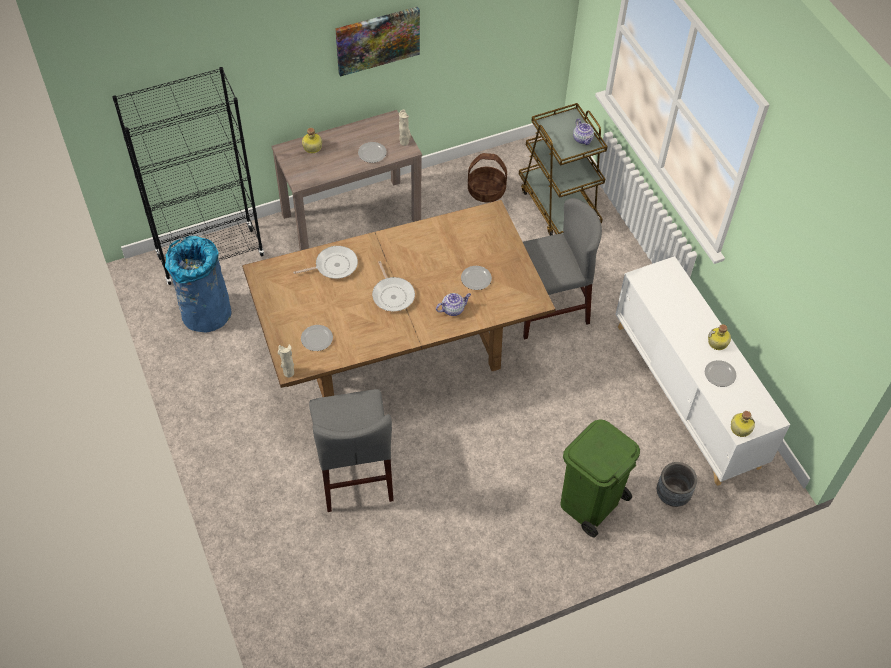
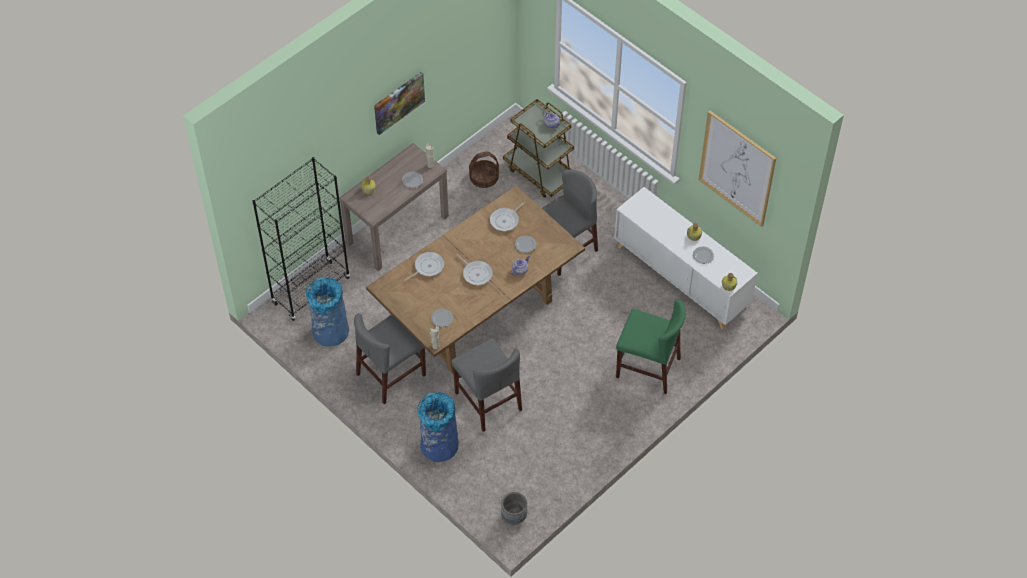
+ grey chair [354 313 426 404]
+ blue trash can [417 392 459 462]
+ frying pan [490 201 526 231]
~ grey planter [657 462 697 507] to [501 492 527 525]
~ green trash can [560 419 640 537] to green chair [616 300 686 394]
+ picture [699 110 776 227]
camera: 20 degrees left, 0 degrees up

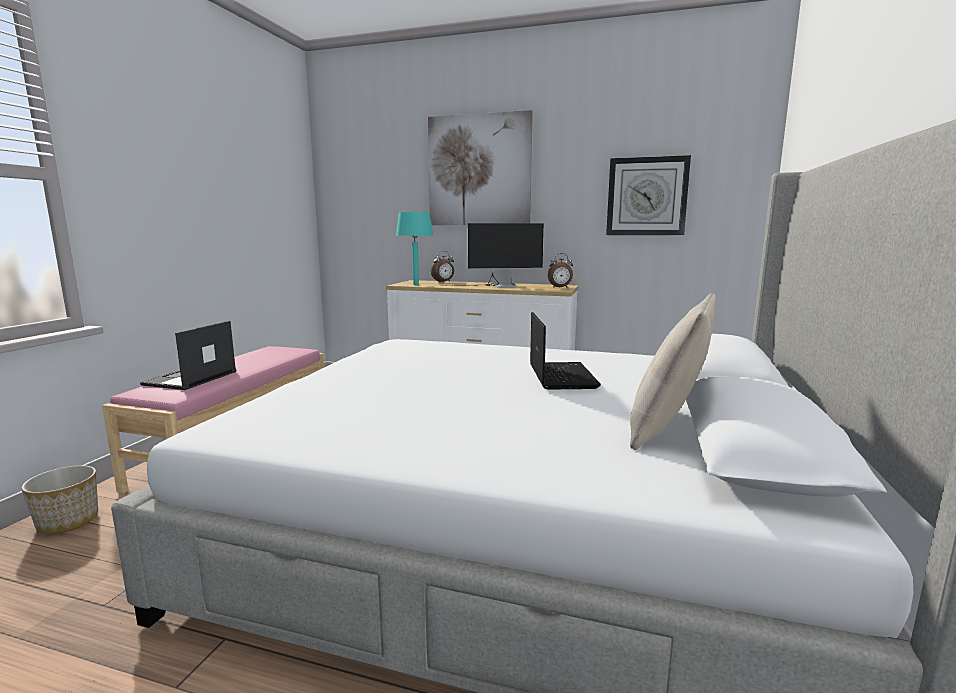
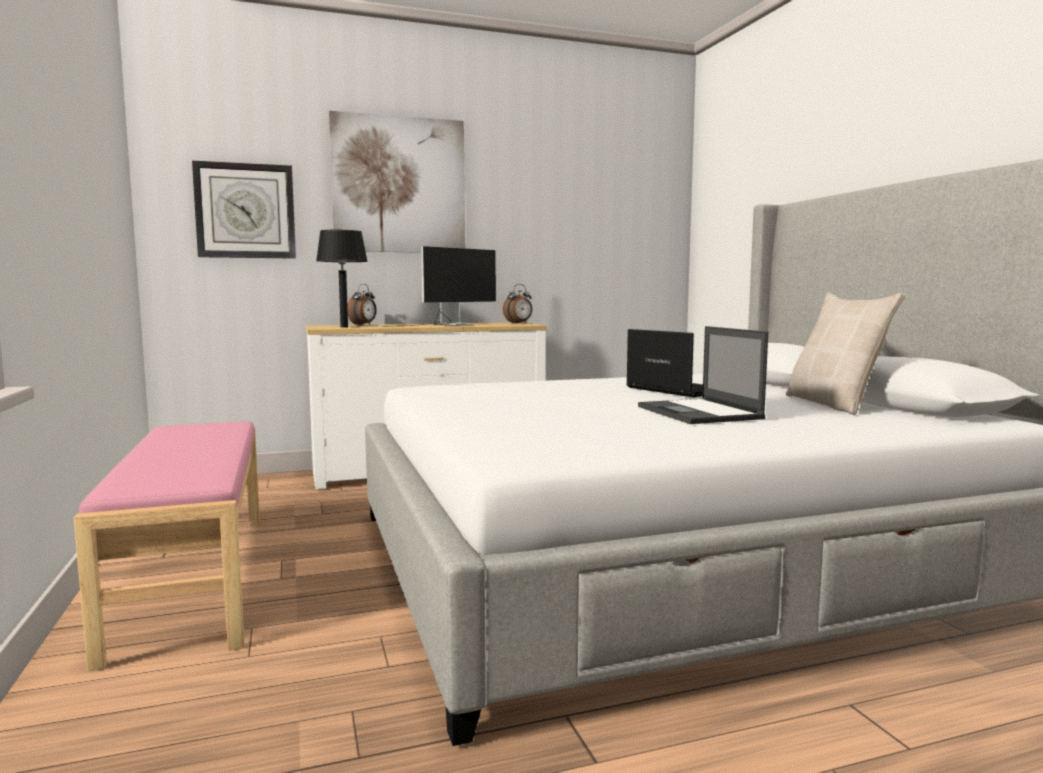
~ wall clock [606 155 691 235] to [192 160 296 259]
~ turquoise table lamp [396 212 433 285] to black table lamp [316 230 368 328]
~ laptop [140 321 236 390] to [638 326 768 424]
- planter [21 465 98 534]
camera: 35 degrees left, 5 degrees down

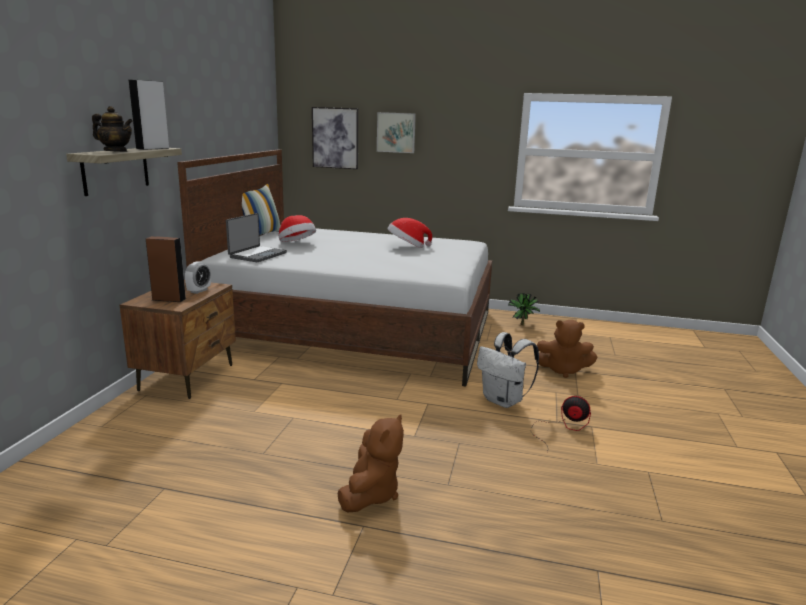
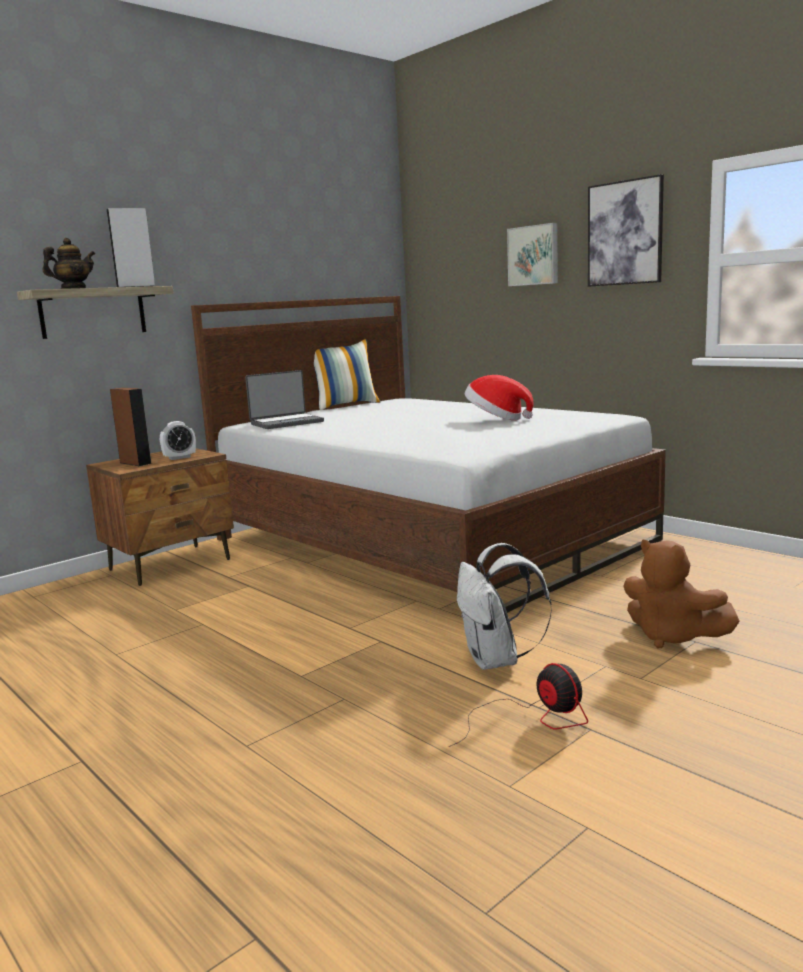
~ teapot [92 106 133 152] = [43 238 95 289] 90 degrees counterclockwise
~ picture [312 107 358 169] to [588 174 664 287]
- hat [279 215 316 242]
- brown plush toy [337 414 404 513]
- potted plant [508 293 540 325]
camera: 35 degrees right, 5 degrees down

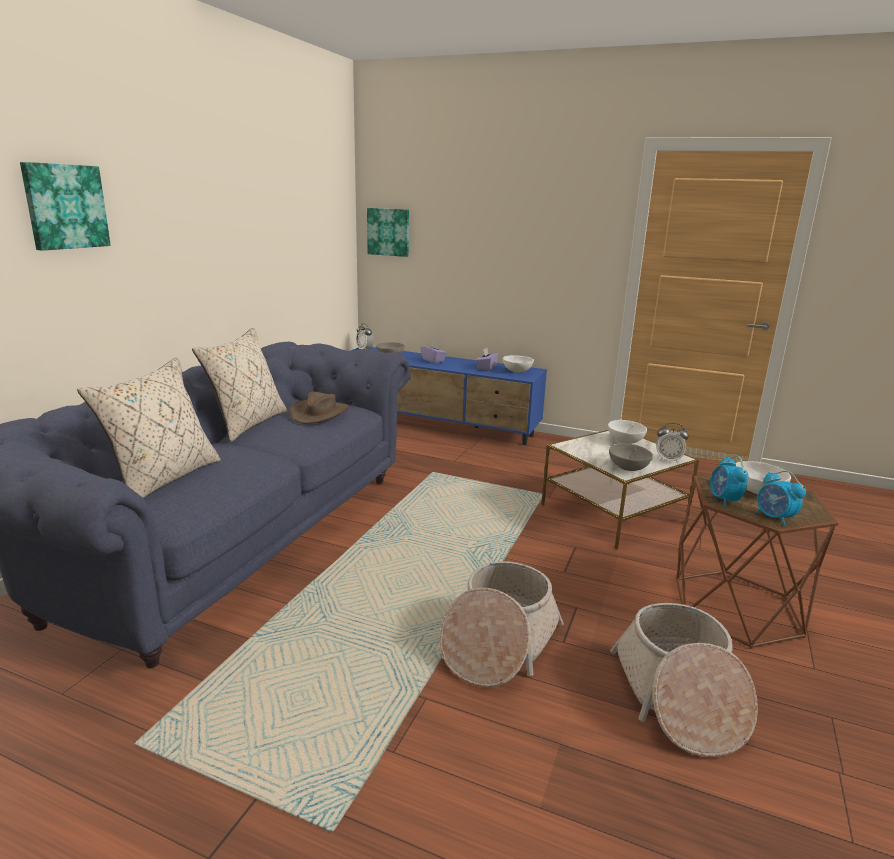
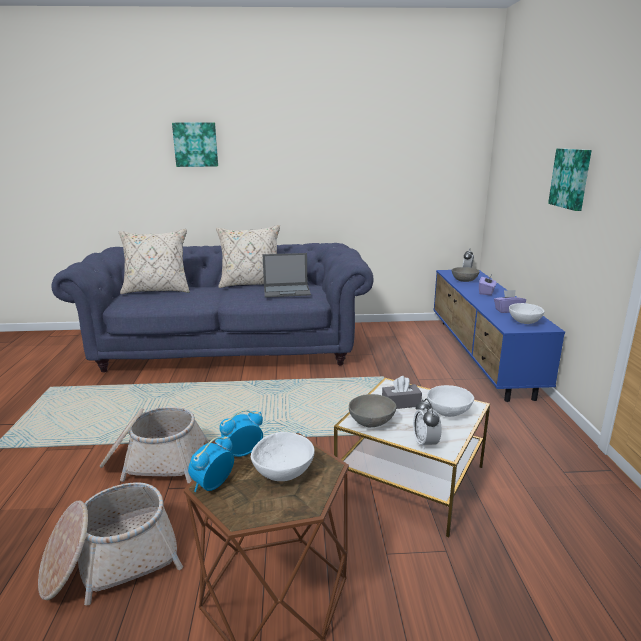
~ brown hat [289 392 350 424] to laptop [262 253 311 297]
+ grey tissue box [382 376 422 409]
~ picture [367 208 409 257] to [548 148 592 211]
camera: 65 degrees right, 0 degrees up

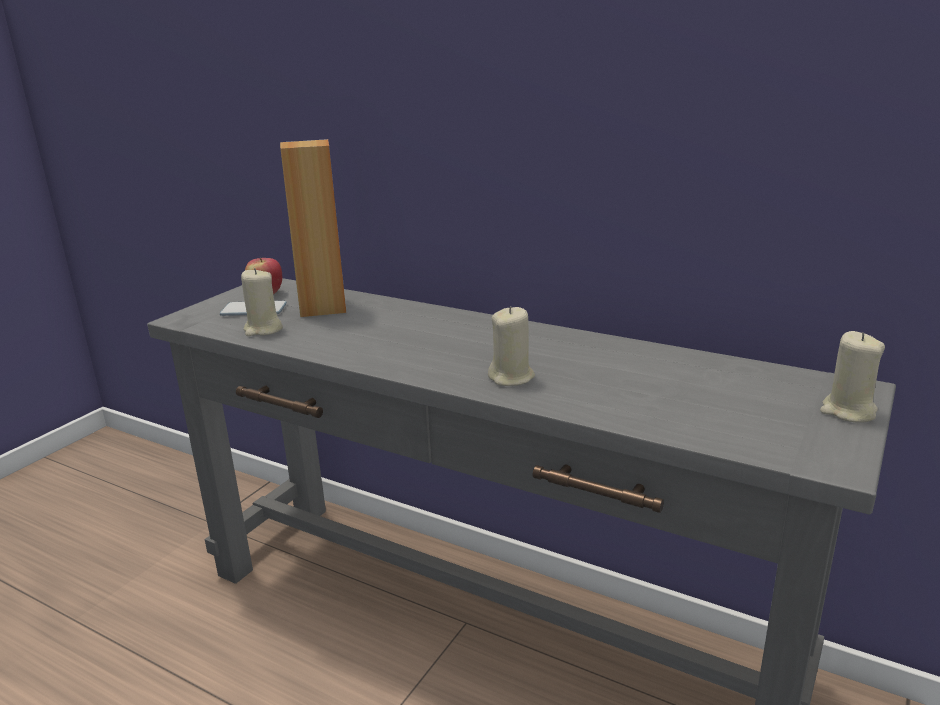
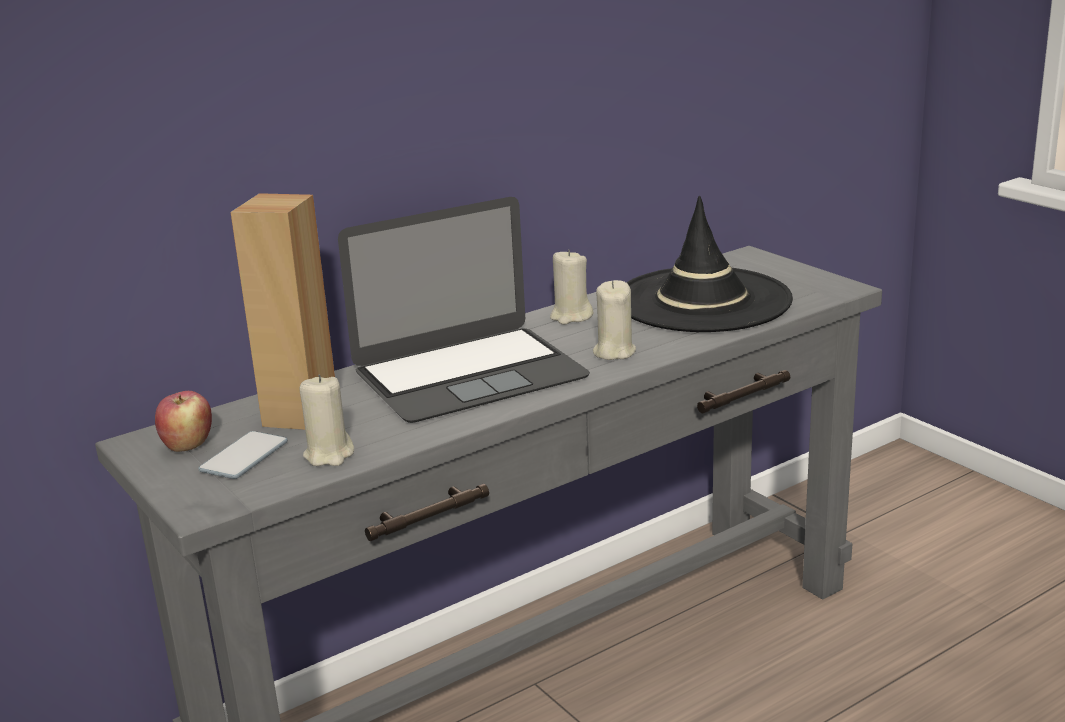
+ laptop [338 197 590 423]
~ beige candle [820 331 885 423] to [550 249 593 325]
+ black hat [626 196 793 332]
camera: 65 degrees left, 0 degrees up

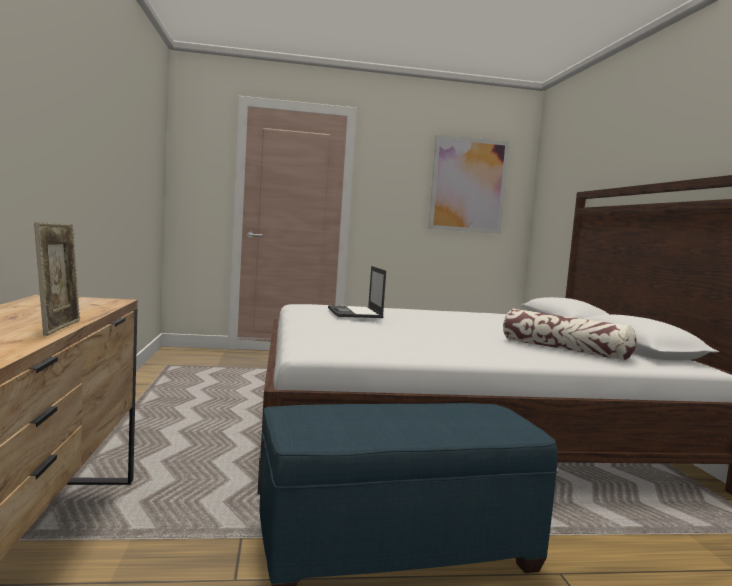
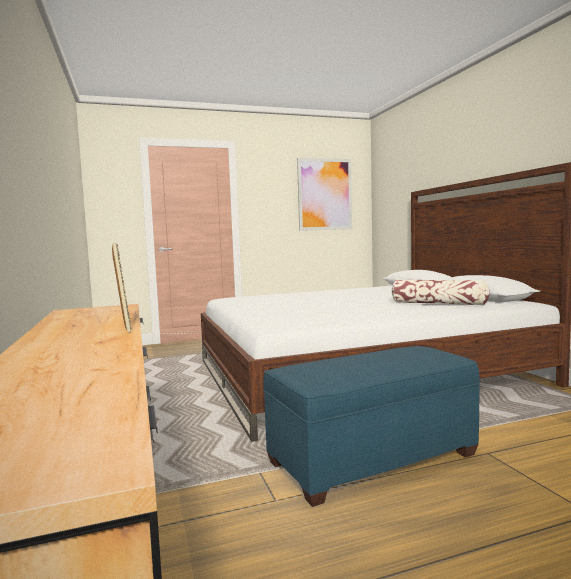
- laptop [328 266 386 318]
camera: 10 degrees left, 0 degrees up

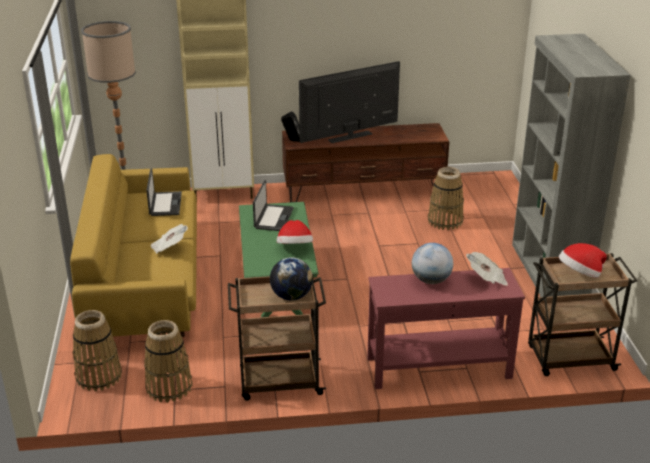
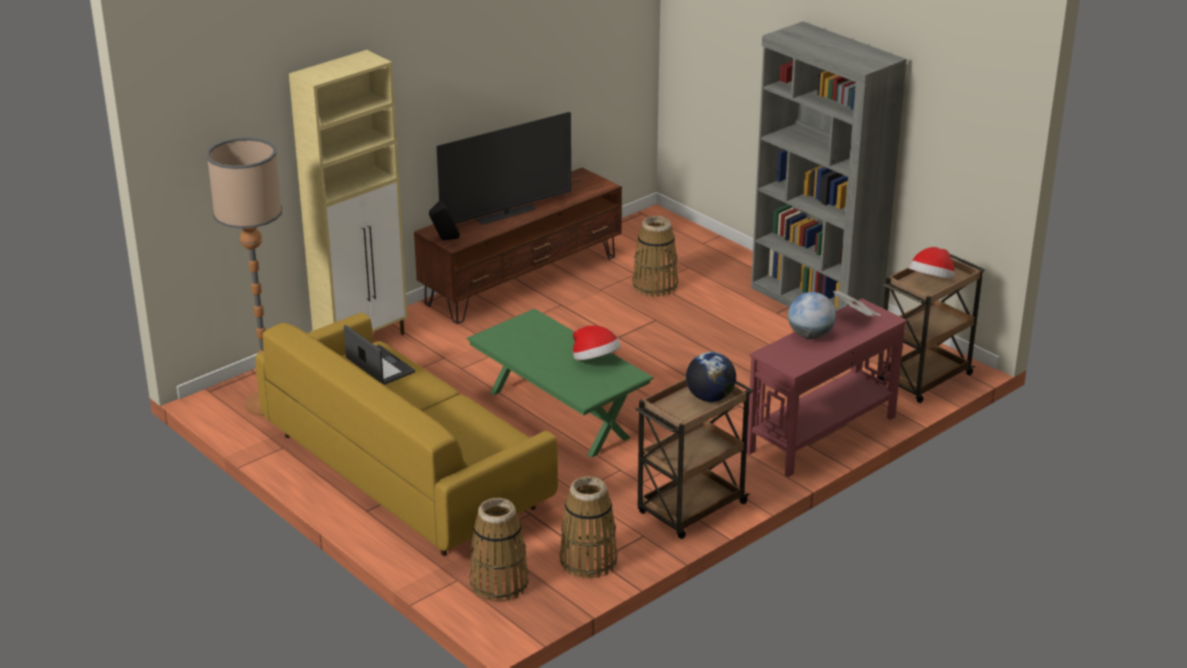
~ television [299 61 400 143] = [437 112 571 224] 150 degrees counterclockwise
- newspaper [150 224 188 254]
- laptop [253 180 294 231]
camera: 35 degrees left, 0 degrees up

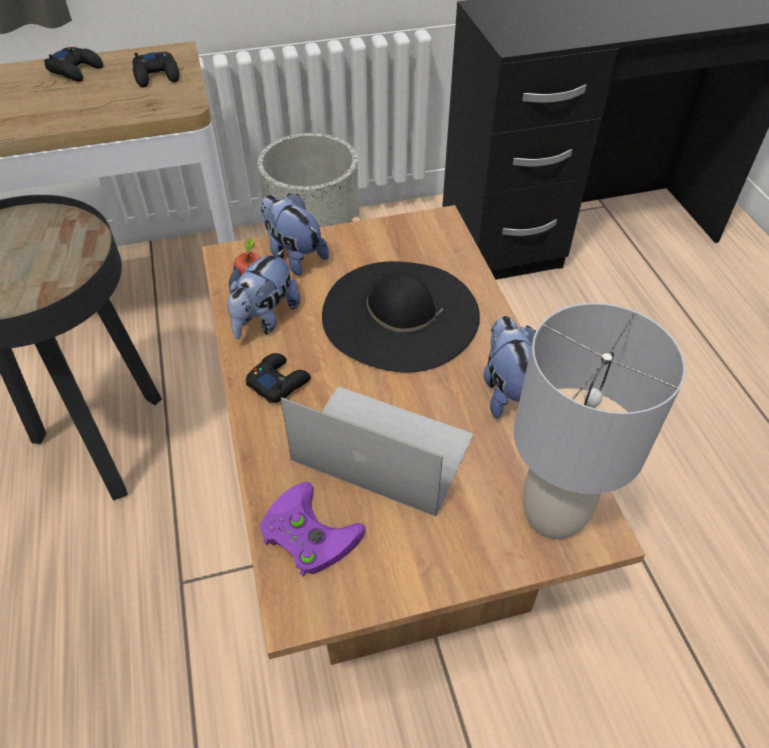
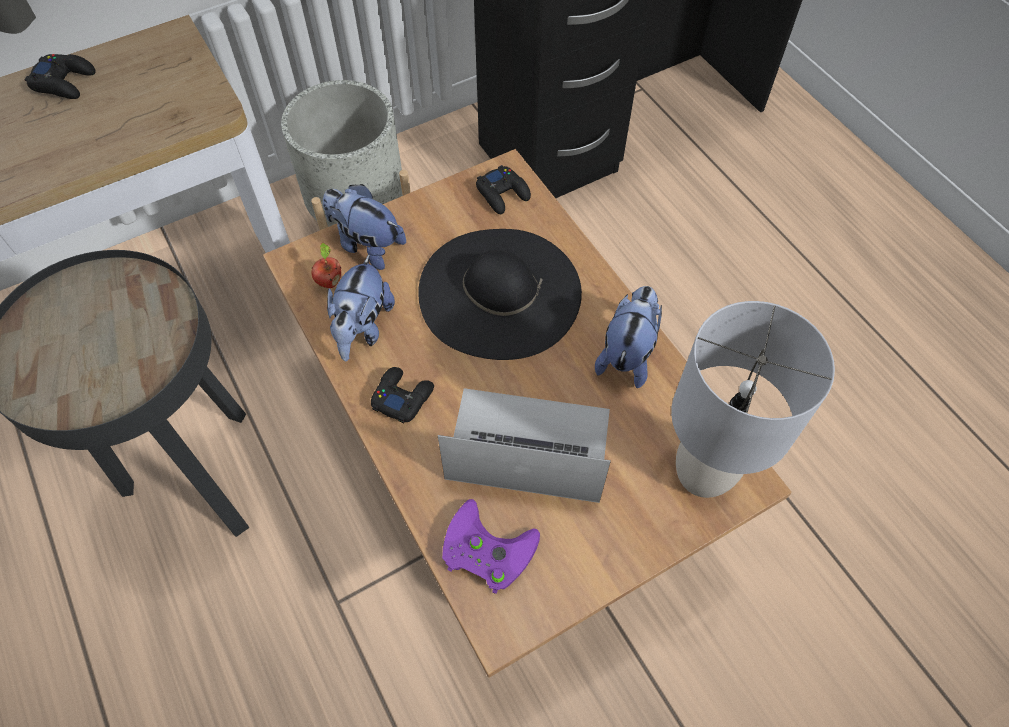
~ black game controller [133 51 179 87] to [476 165 531 214]
~ plush toy [484 316 536 419] = [595 286 662 388] 45 degrees clockwise
camera: 15 degrees left, 10 degrees up

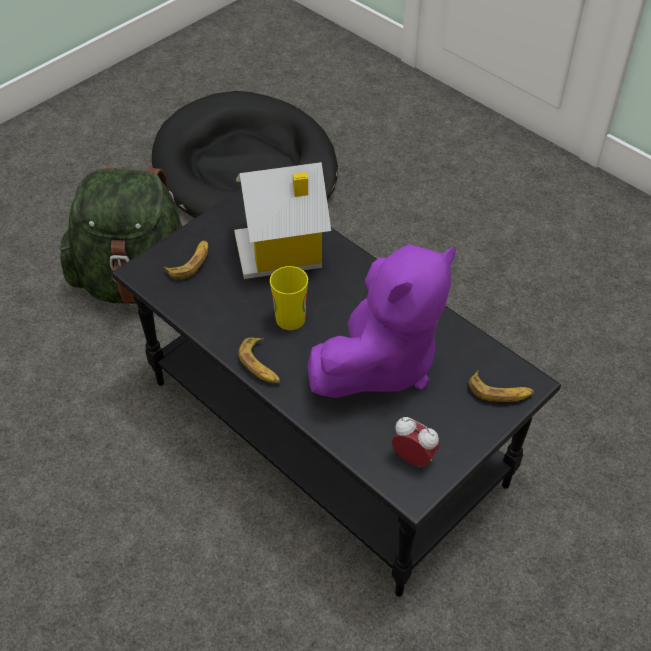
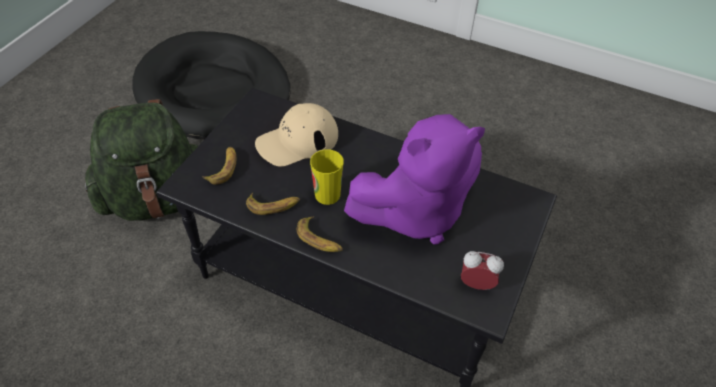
~ banana [469 370 534 402] to [246 193 300 215]
~ toy house [234 162 331 279] to beige cap [255 103 338 167]
~ purple plush toy [307 244 456 398] = [344 114 485 244] 45 degrees clockwise
camera: 20 degrees left, 0 degrees up

